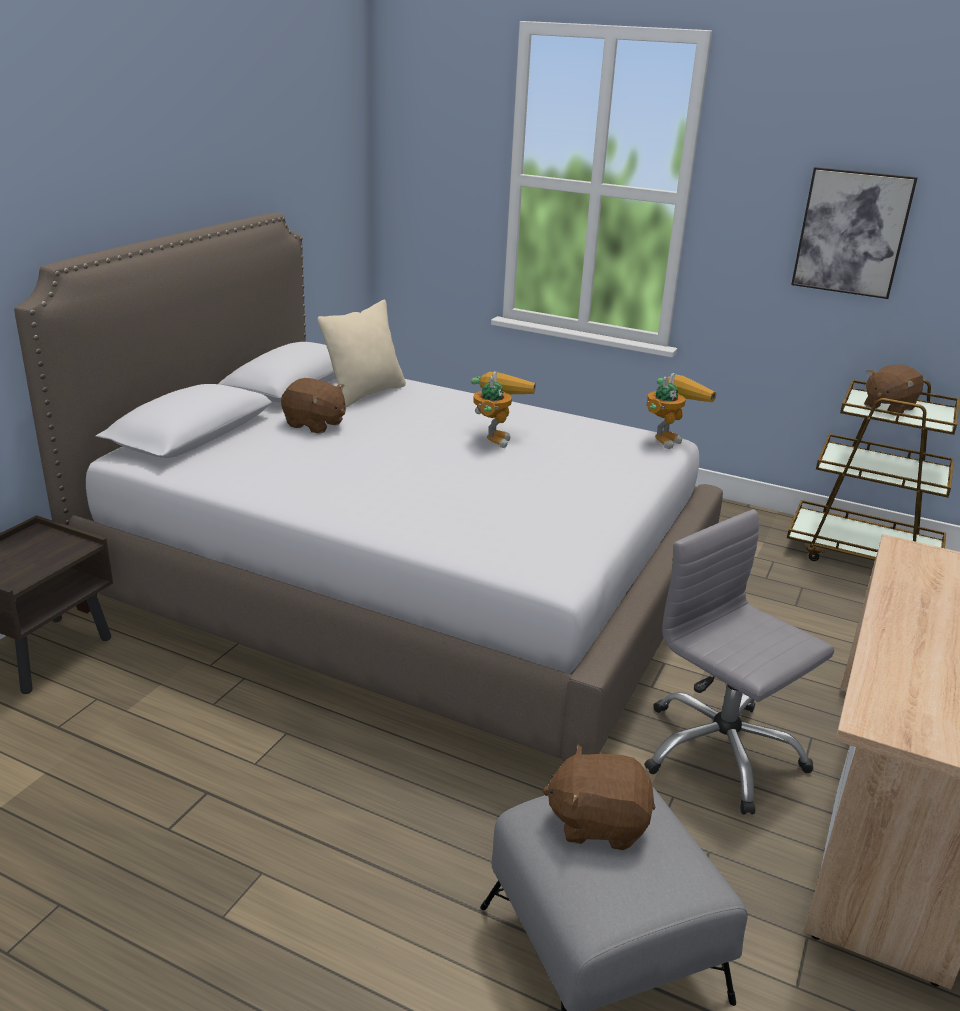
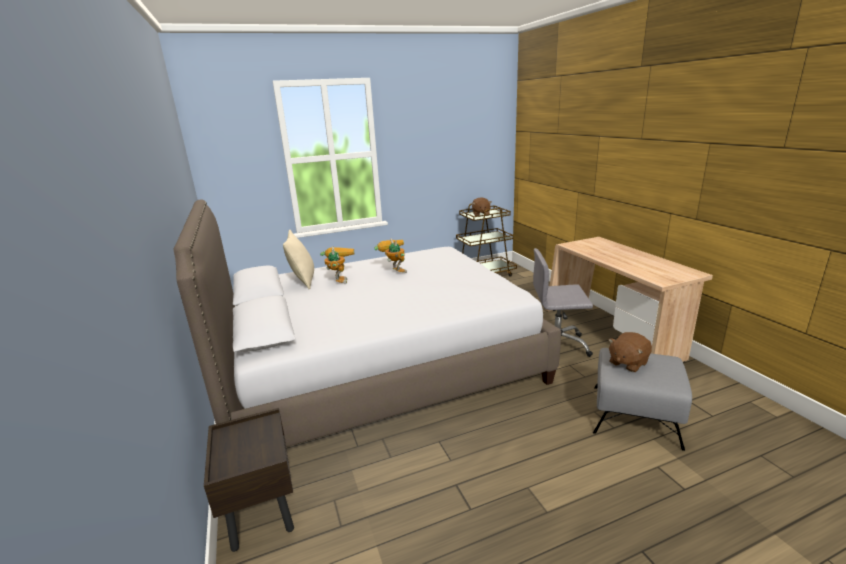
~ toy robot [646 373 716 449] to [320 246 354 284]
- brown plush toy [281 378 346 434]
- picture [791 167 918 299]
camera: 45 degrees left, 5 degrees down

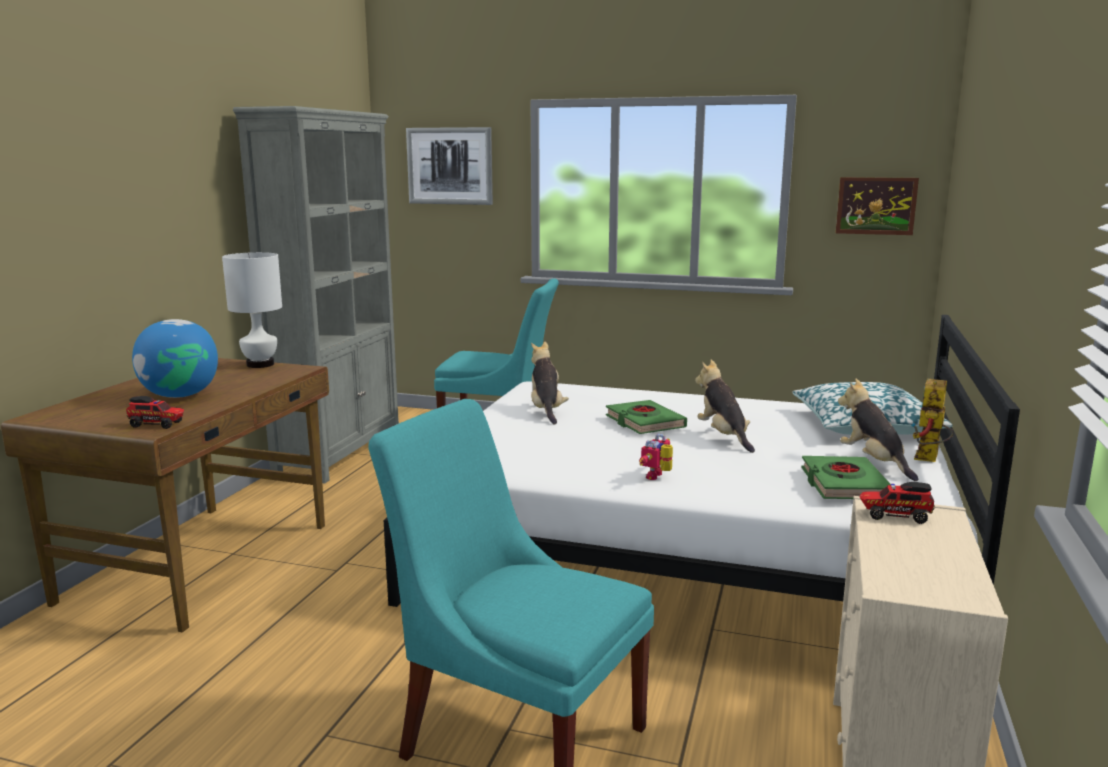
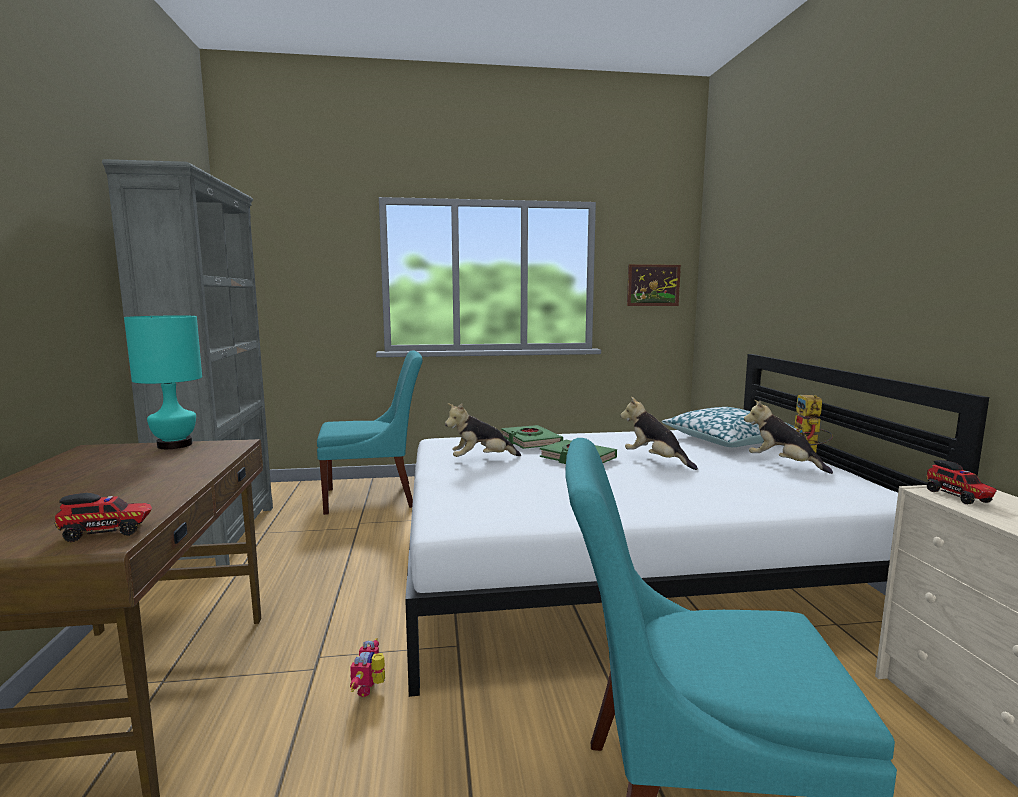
~ white table lamp [222 252 282 368] to turquoise table lamp [124 316 202 449]
~ toy robot [639 433 673 480] to [350 638 385 697]
~ plush toy [531 342 569 425] = [445 403 521 457] 75 degrees counterclockwise
~ green book [801 456 891 499] to [501 425 563 449]
~ toy truck [860 482 935 524] = [926 460 997 504] 90 degrees counterclockwise
- globe [132 319 218 398]
- picture [406 127 493 205]
camera: 25 degrees left, 5 degrees down

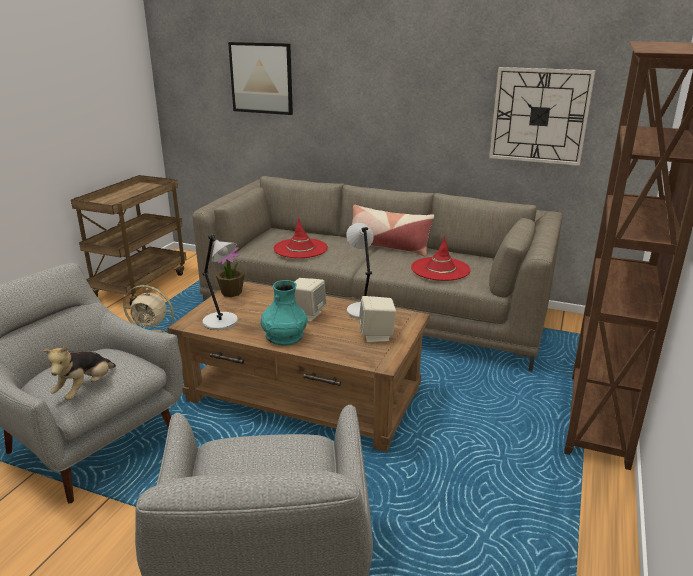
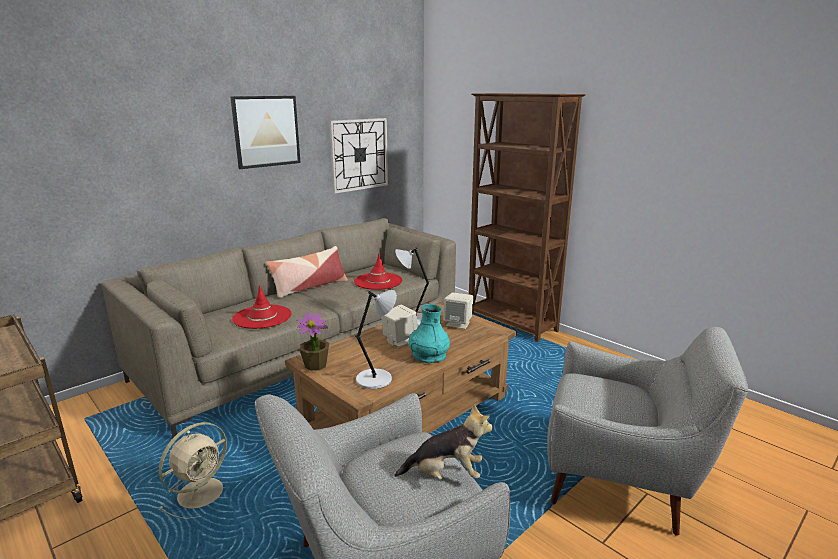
~ picture [228 42 293 115] to [230 96 301 169]
~ plush toy [43 345 116 400] = [394 403 493 480] 45 degrees counterclockwise
camera: 65 degrees left, 5 degrees down

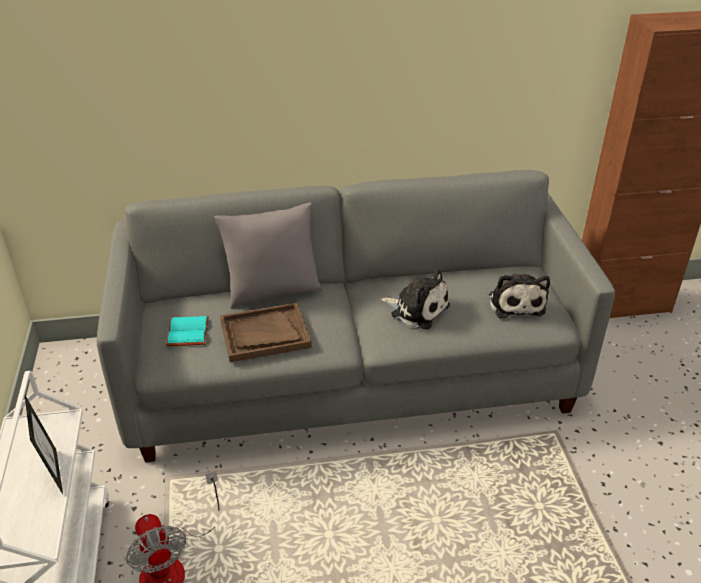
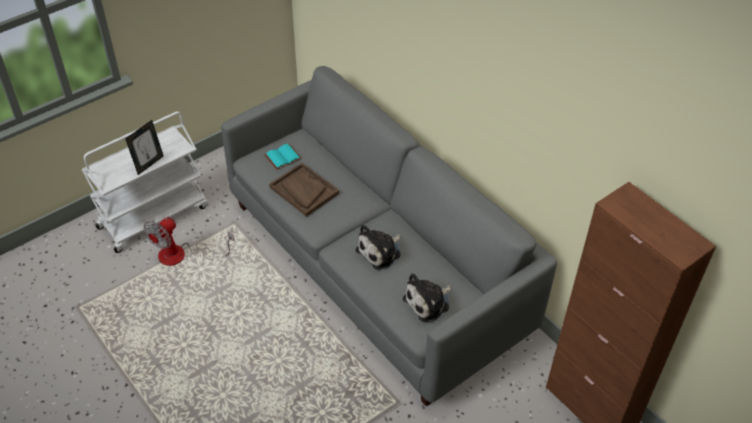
~ plush toy [380 269 450 329] = [355 224 401 270] 45 degrees clockwise
- grey pillow [214 203 323 309]
camera: 60 degrees right, 10 degrees up

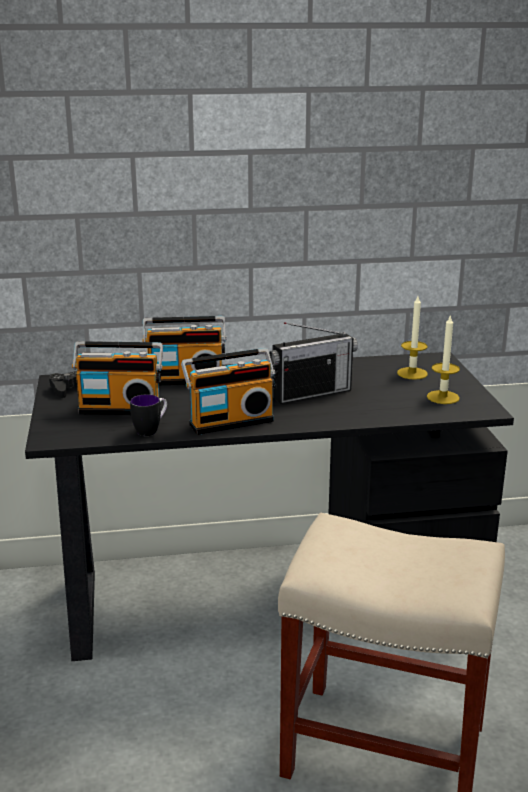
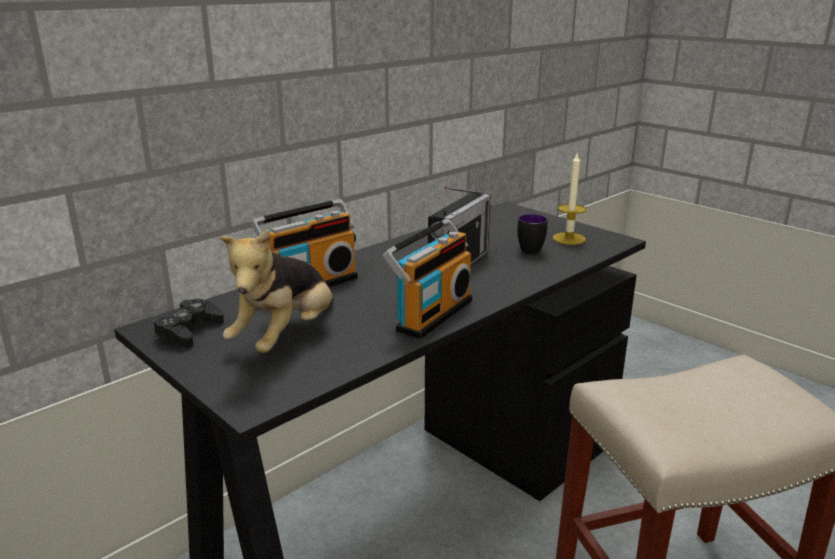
~ radio [72 341 163 415] to plush toy [220 228 334 353]
~ mug [130 394 167 436] to [517 214 547 254]
- candle [397 296 428 380]
camera: 35 degrees left, 0 degrees up

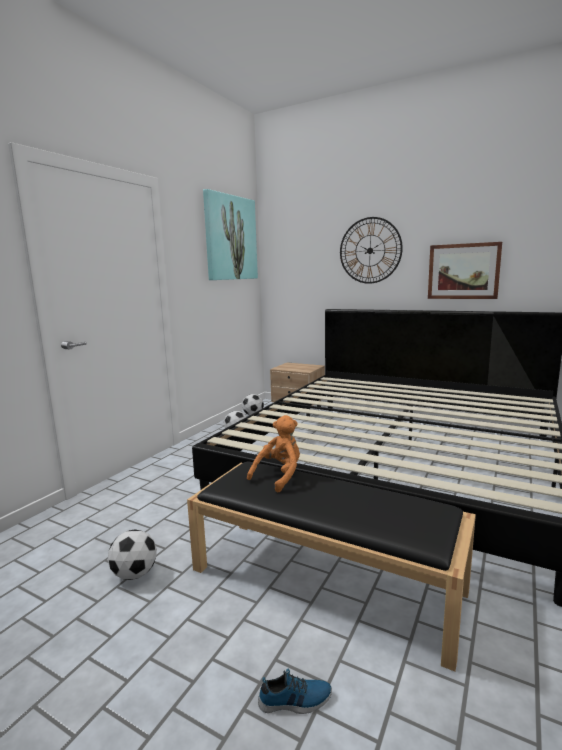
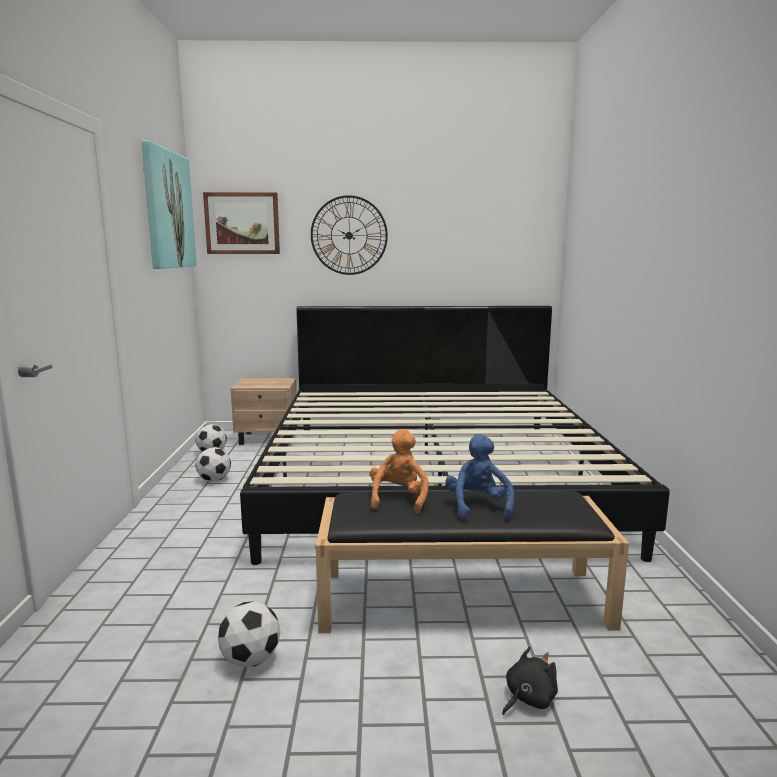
~ picture [428 242 502 299] to [203 192 280 254]
+ blue plush toy [446 434 514 520]
~ shoe [258 669 332 714] to black plush toy [502 647 558 715]
camera: 30 degrees left, 0 degrees up

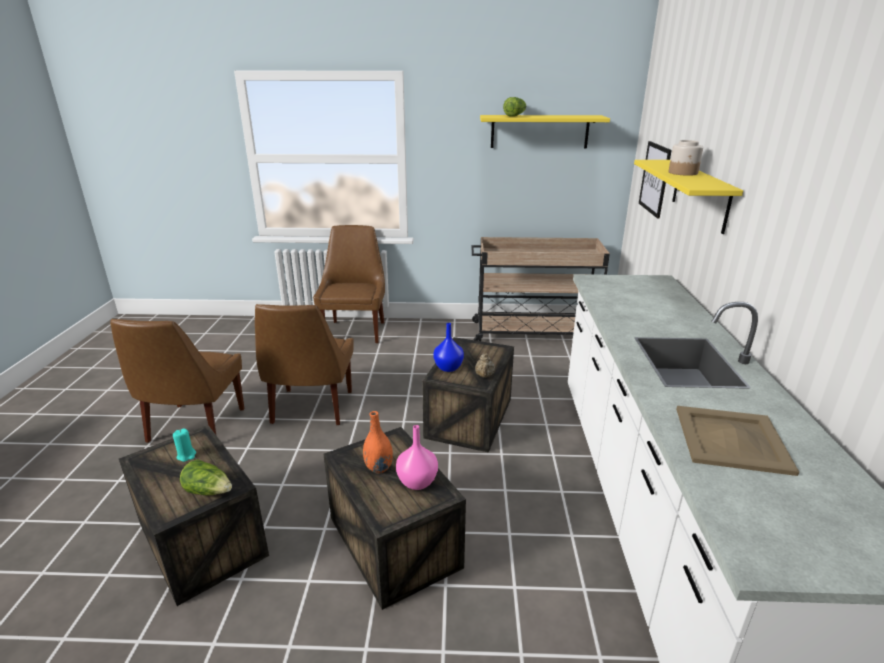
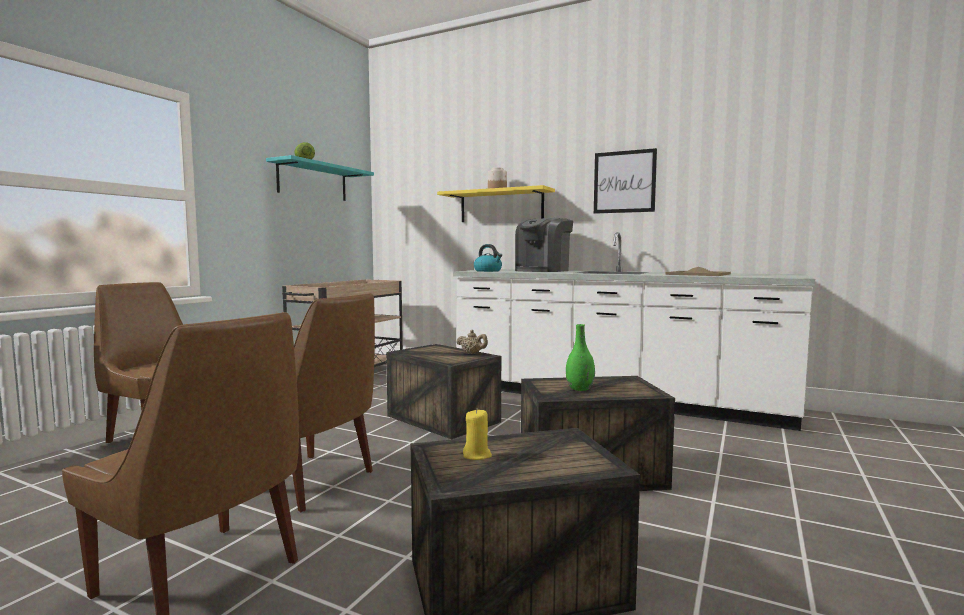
~ yellow shelf [480 115 610 148] to turquoise shelf [266 155 374 201]
~ turquoise candle [173 428 196 462] to yellow candle [463 409 492 460]
+ kettle [474 244 502 272]
+ coffee machine [515 218 573 272]
~ orange vase [363 411 393 473] to green vase [566 324 595 391]
~ picture [639 141 672 219] to [594 148 657 214]
- lettuce [180 460 232 495]
- pink vase [396 425 438 490]
- blue vase [433 323 464 372]
camera: 65 degrees left, 20 degrees down

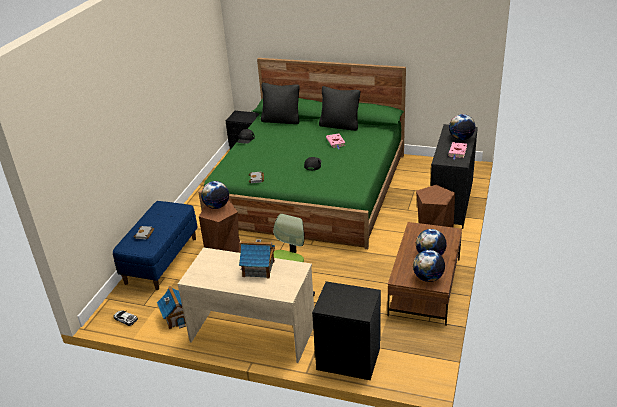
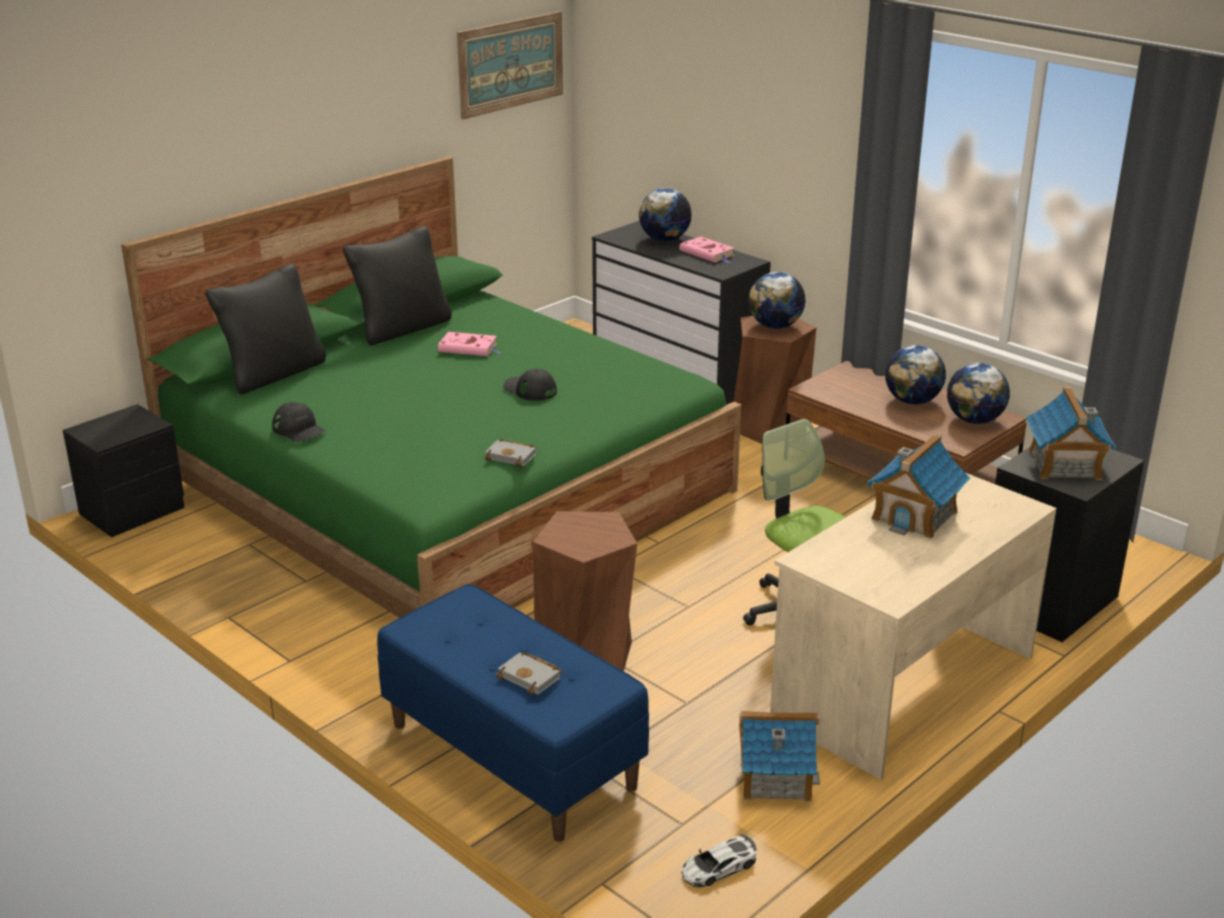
+ picture [457 12 563 119]
~ globe [201 181 229 209] to [748 272 806 329]
+ toy house [1026 387 1117 480]
camera: 65 degrees left, 5 degrees down

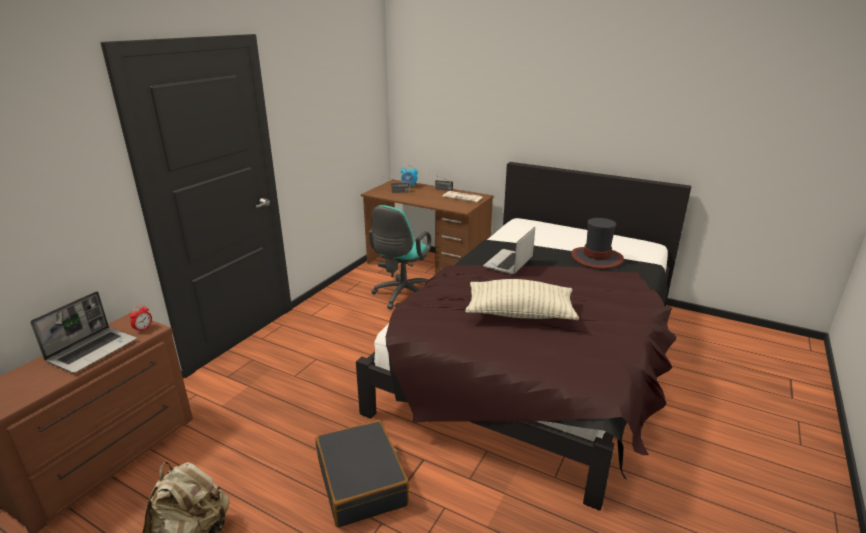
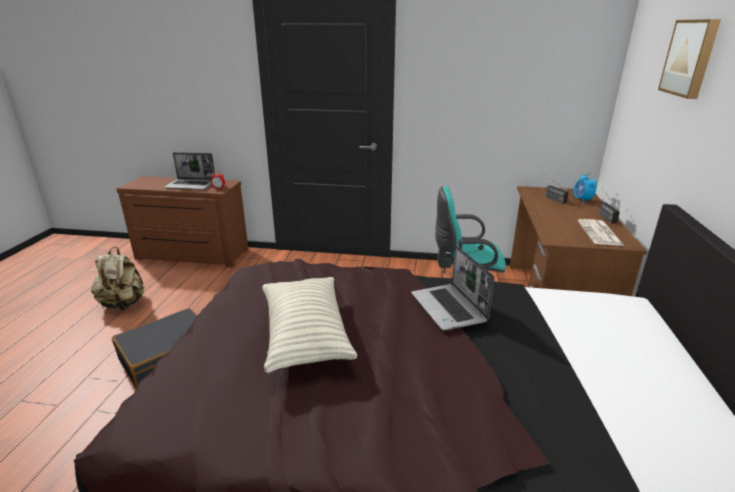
~ laptop [483 227 535 275] = [411 245 494 330] 120 degrees counterclockwise
+ picture [658 19 721 99]
- hat [571 218 624 269]
camera: 70 degrees right, 0 degrees up

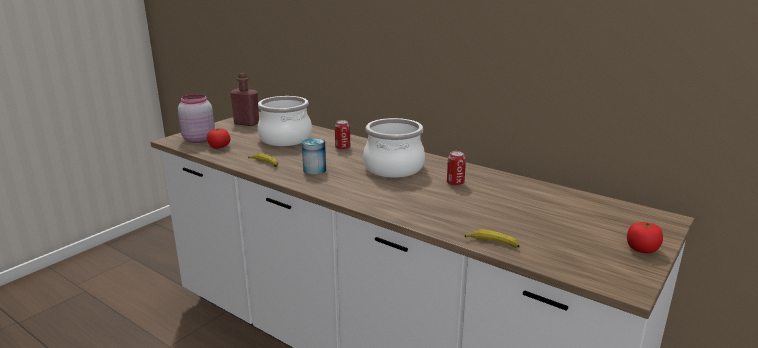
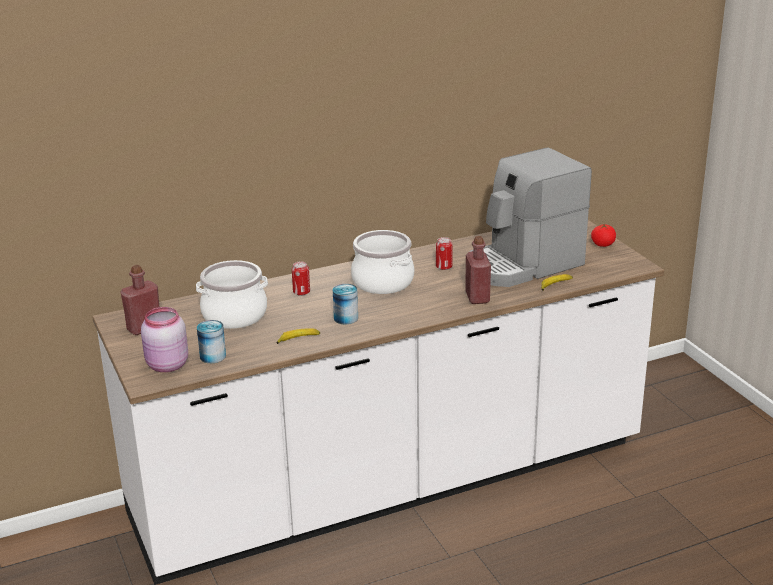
~ tomato [207 128 230 149] to can [197 320 226 363]
+ red bottle [465 236 491 304]
+ coffee machine [469 147 592 287]
camera: 60 degrees left, 5 degrees up

